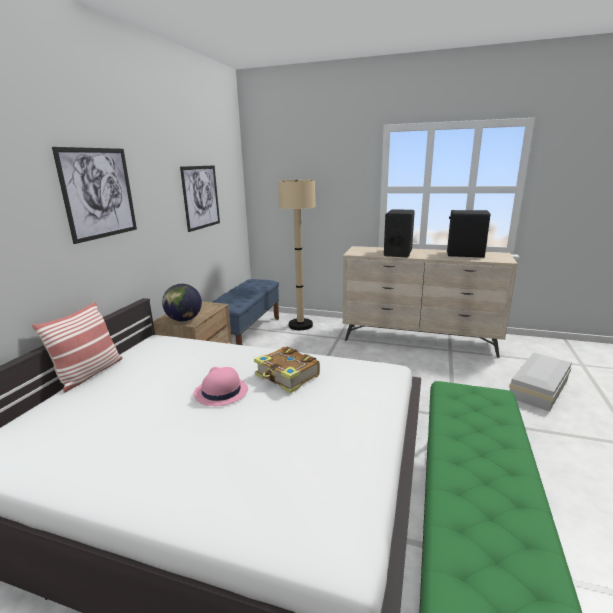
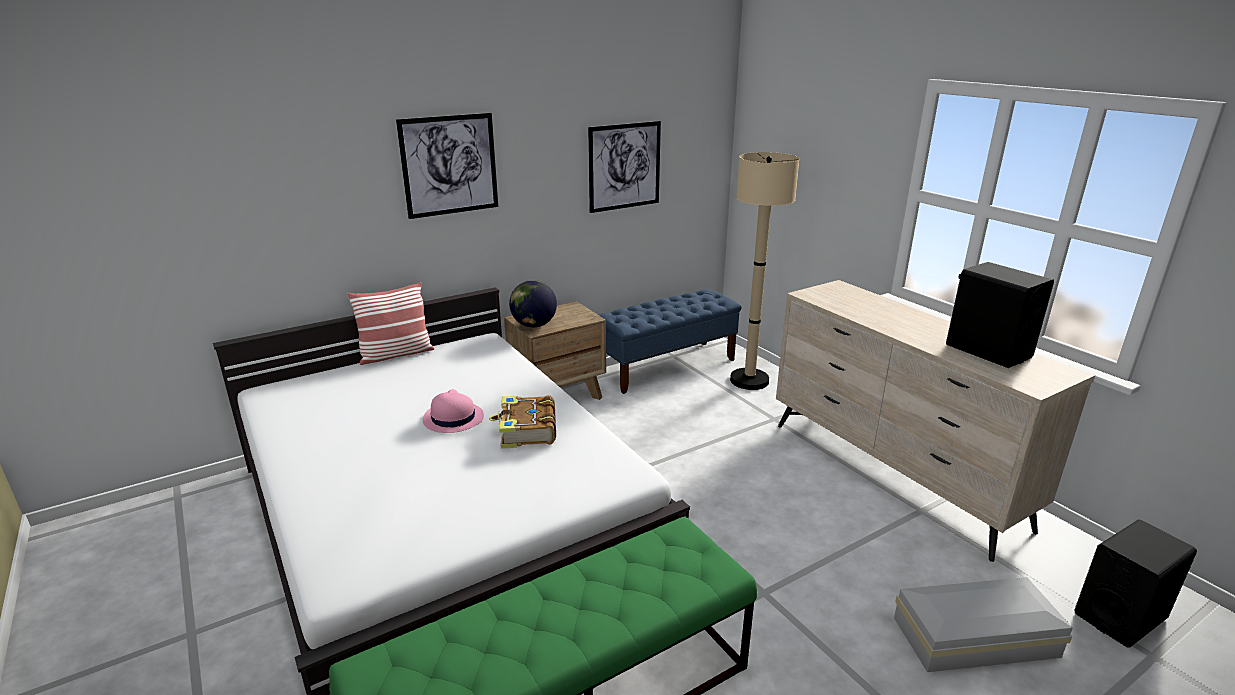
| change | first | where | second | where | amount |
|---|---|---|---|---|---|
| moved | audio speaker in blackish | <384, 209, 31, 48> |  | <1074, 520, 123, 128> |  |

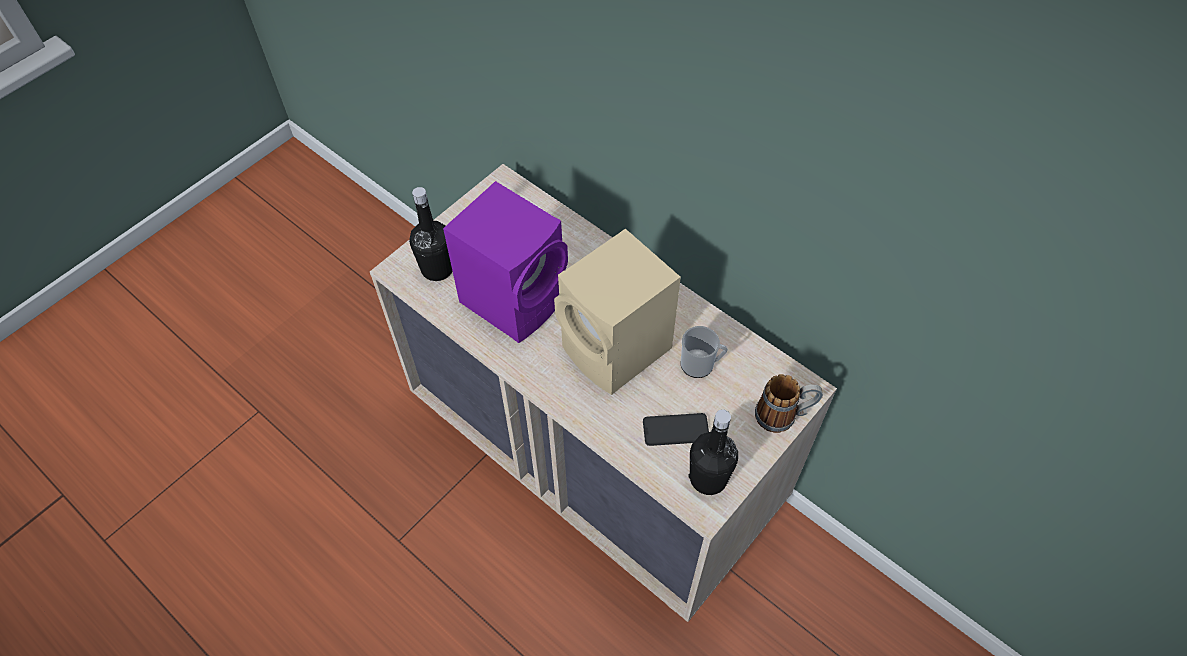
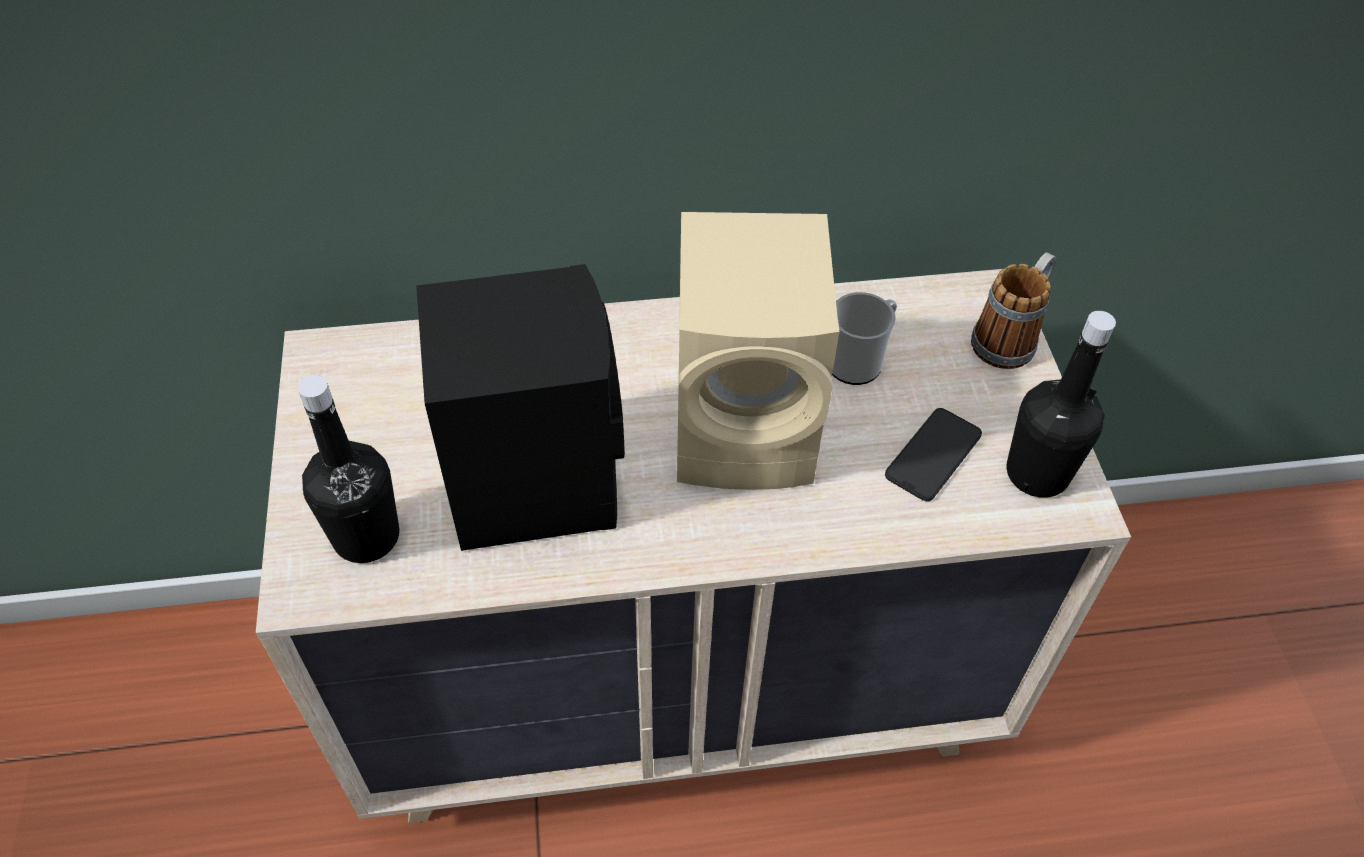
| change | first | where | second | where | amount |
|---|---|---|---|---|---|
| recoloured | audio speaker in purplish | <443, 181, 125, 162> | audio speaker in blackish | <416, 264, 209, 287> |  |

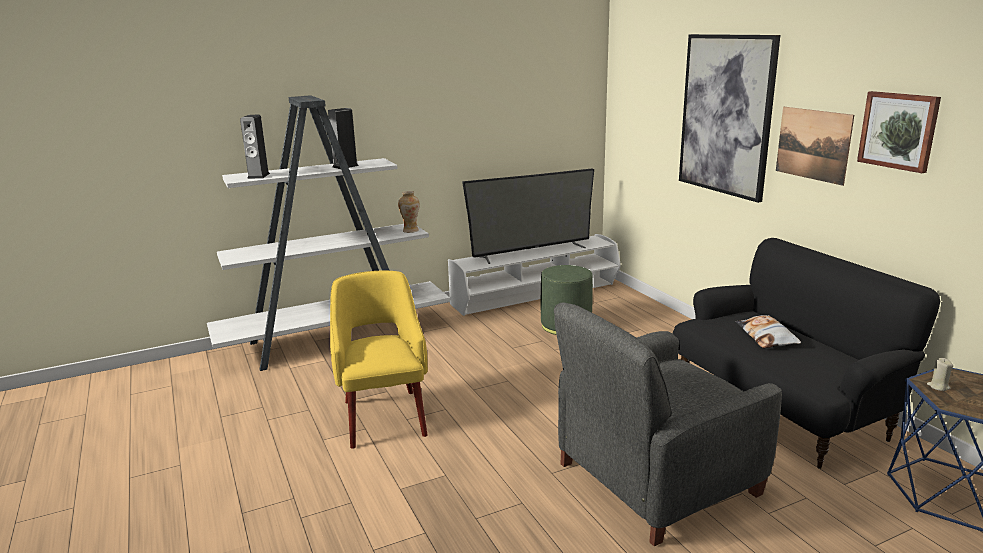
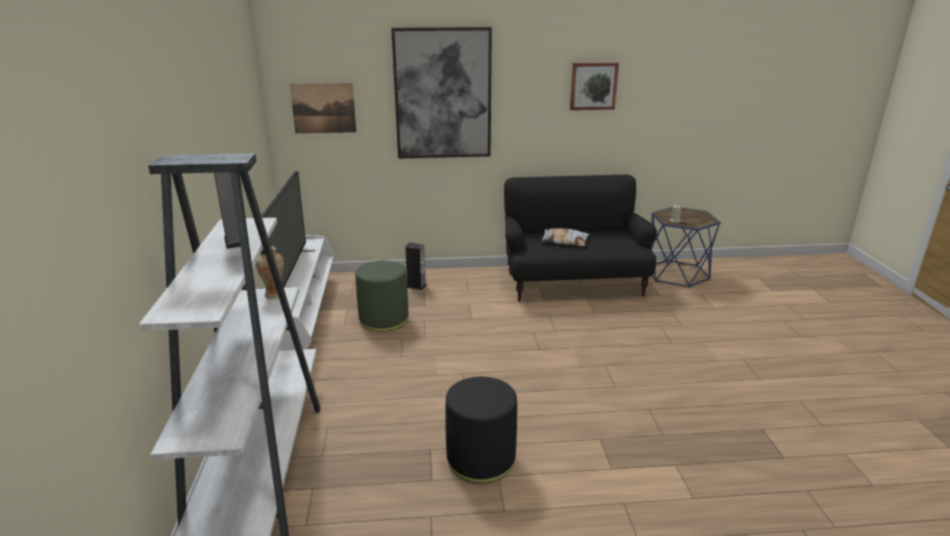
| change | first | where | second | where | amount |
|---|---|---|---|---|---|
| moved | wall art | <776, 107, 78, 79> |  | <290, 83, 66, 51> |  |
| moved | audio speaker | <240, 115, 30, 64> |  | <405, 242, 22, 48> |  |
| replaced | armchair in yellow | <330, 271, 98, 178> | footrest in blackish | <446, 377, 71, 106> |  |
| removed | armchair in greyish | <554, 303, 228, 243> |  |  |  |

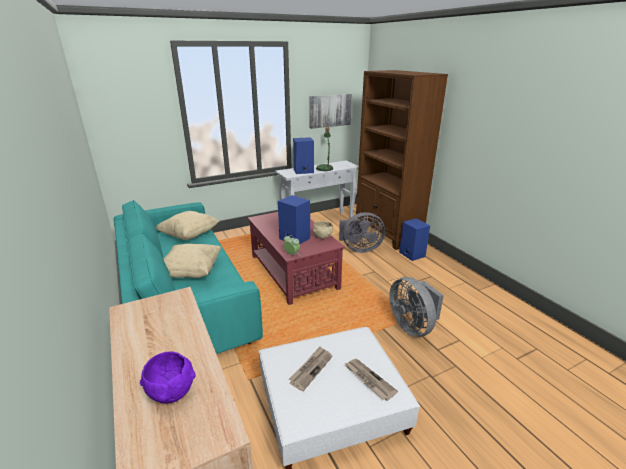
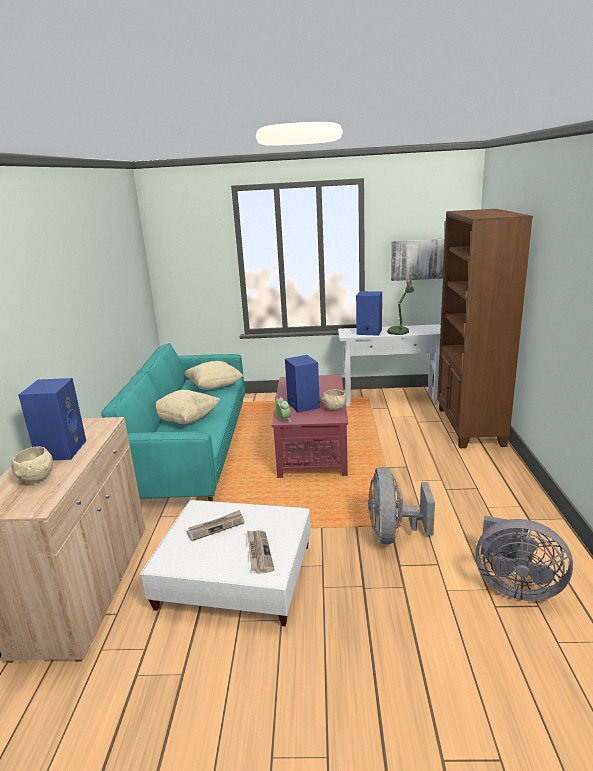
| change | first | where | second | where | amount |
|---|---|---|---|---|---|
| recoloured | serving bowl in purplish | <140, 351, 56, 53> | serving bowl in beige | <11, 446, 42, 37> |  |
| moved | audio speaker in bluish | <399, 219, 31, 42> |  | <18, 378, 68, 82> |  |
| moved | fan in greyish | <339, 212, 46, 41> |  | <476, 516, 97, 85> |  |

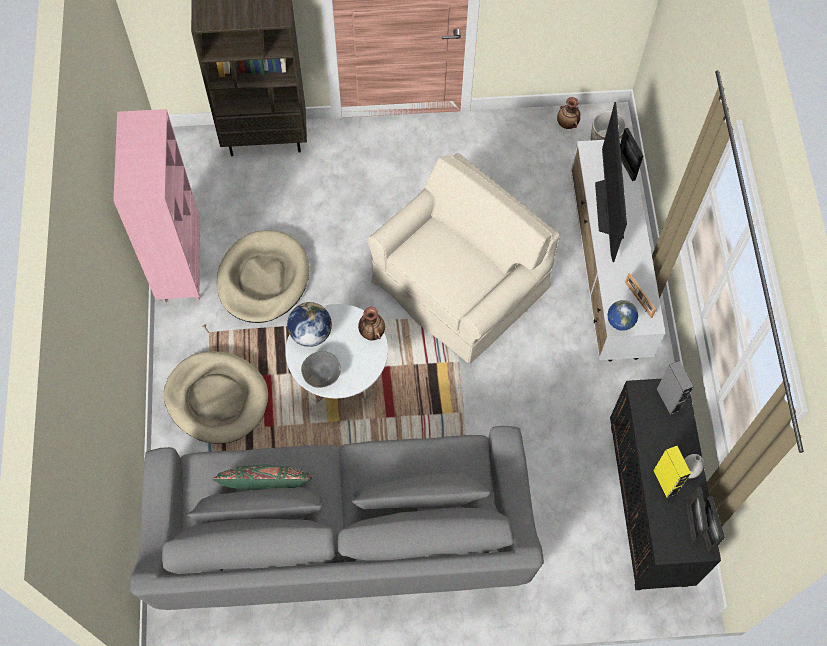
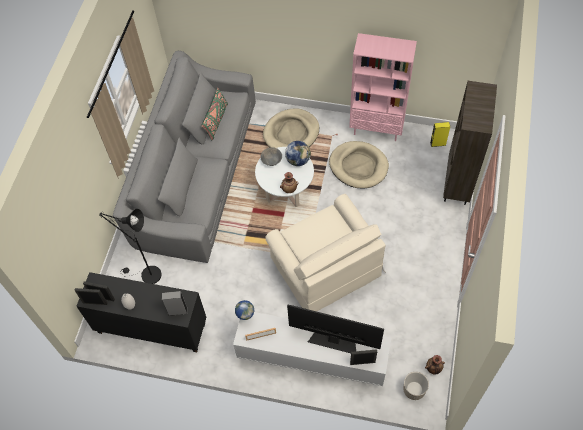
| change | first | where | second | where | amount |
|---|---|---|---|---|---|
| added |  |  | standing lamp in blackish | <99, 209, 63, 75> |  |
| moved | audio speaker in yellow | <653, 446, 38, 52> |  | <430, 122, 20, 25> |  |

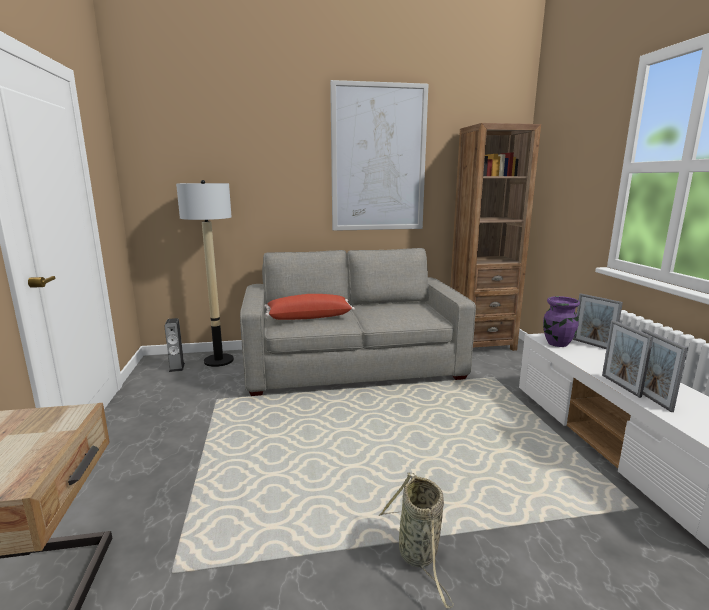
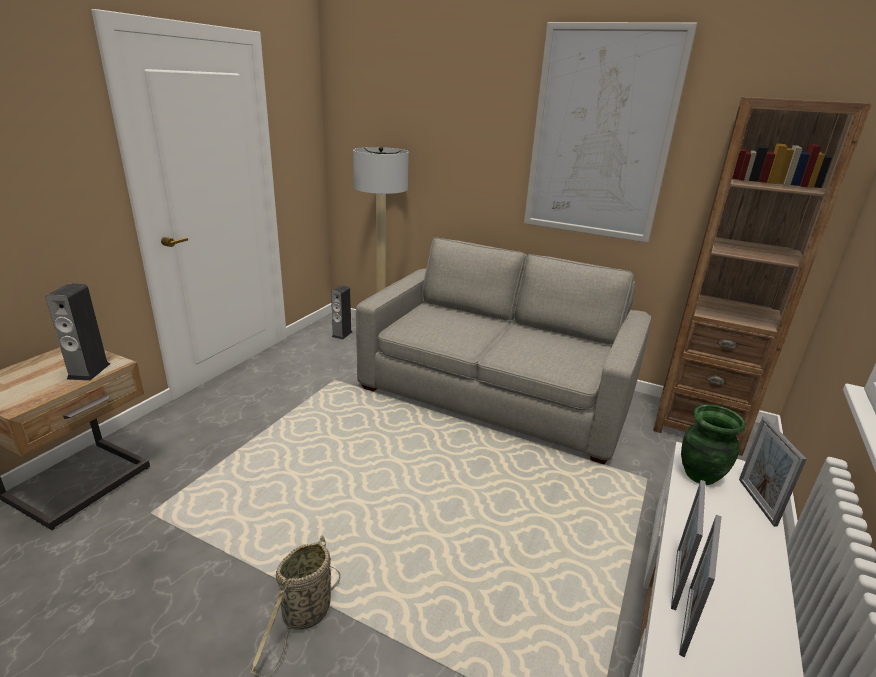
| change | first | where | second | where | amount |
|---|---|---|---|---|---|
| added |  |  | audio speaker | <46, 283, 64, 98> |  |
| recoloured | flower vase in purplish | <543, 296, 37, 51> | flower vase in greenish | <681, 404, 65, 81> |  |
| removed | throw pillow in red-coloured | <264, 294, 91, 26> |  |  |  |

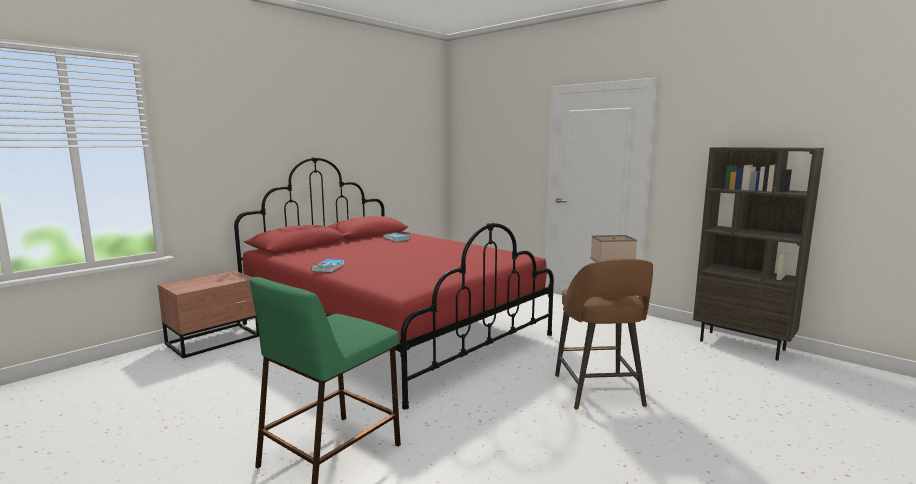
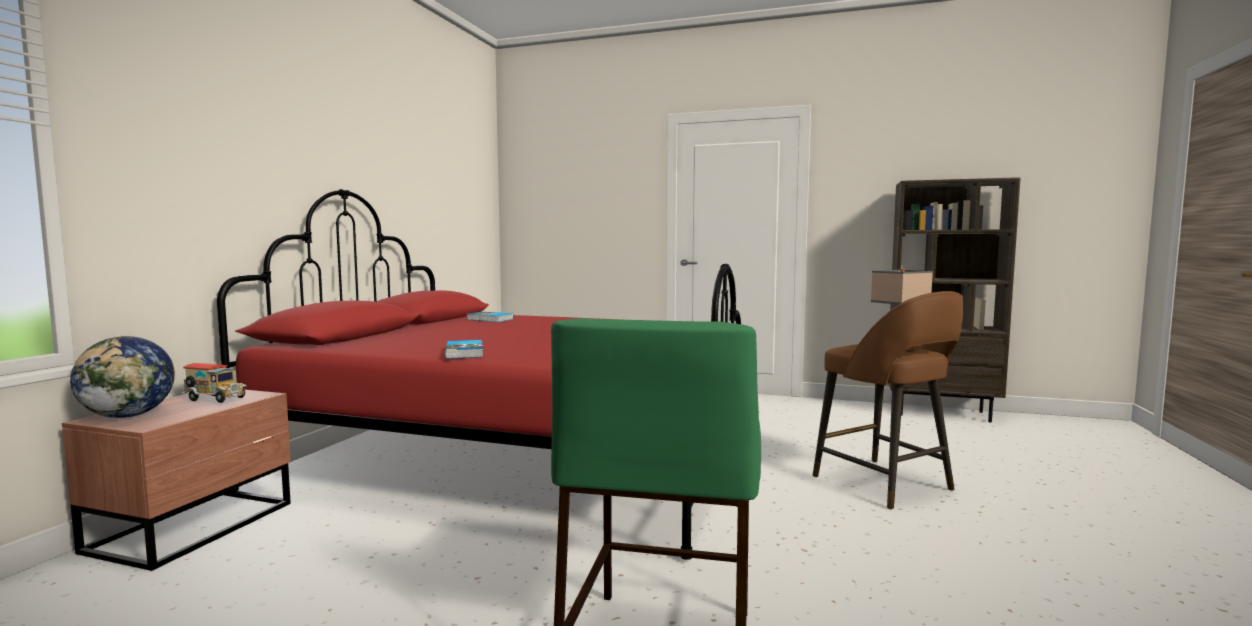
| change | first | where | second | where | amount |
|---|---|---|---|---|---|
| added |  |  | globe | <70, 336, 105, 82> |  |
| added |  |  | toy truck | <182, 363, 65, 40> |  |

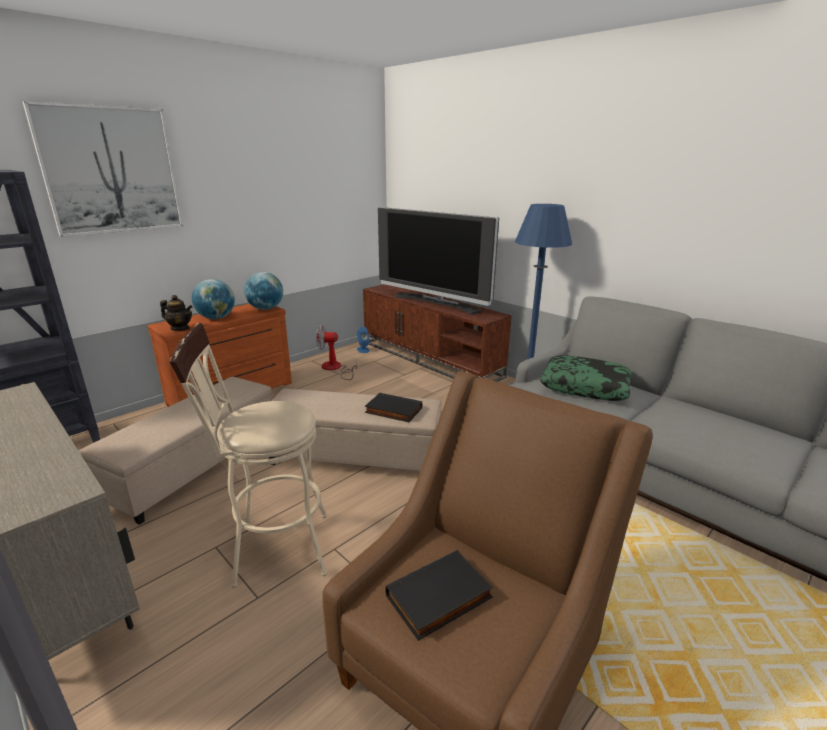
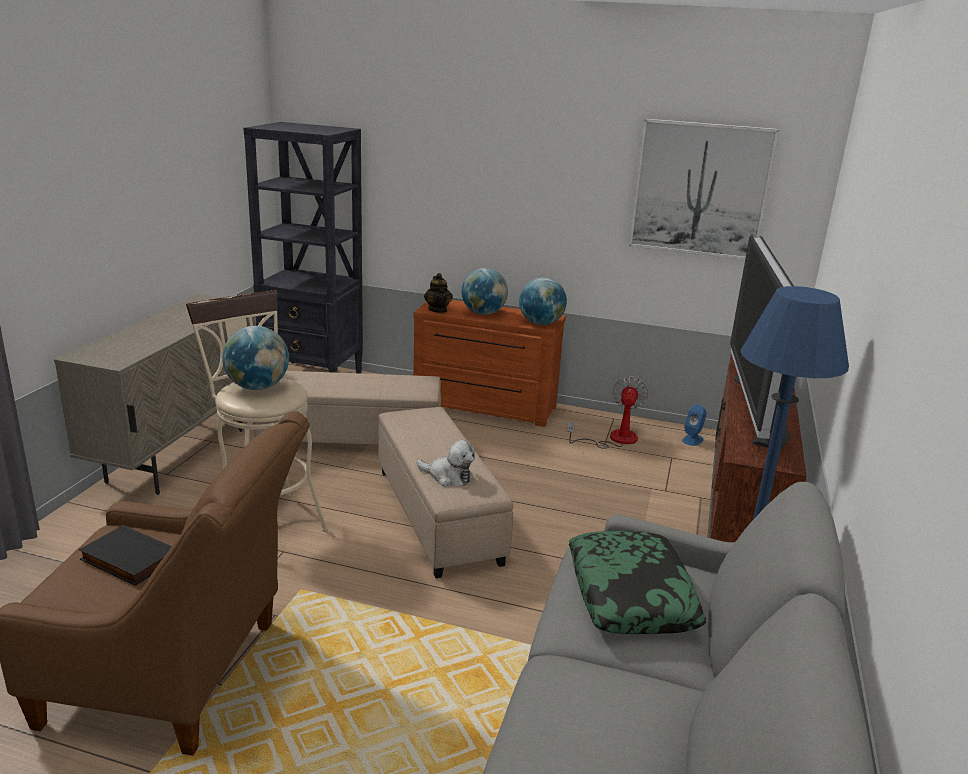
| change | first | where | second | where | amount |
|---|---|---|---|---|---|
| added |  |  | globe | <222, 326, 67, 64> |  |
| replaced | book in blackish | <365, 393, 57, 29> | soft toy | <417, 440, 58, 47> |  |
| turned | fan | <316, 325, 41, 55> |  | <566, 376, 82, 73> | 45 degrees clockwise |
| moved | wall art | <22, 101, 161, 136> |  | <629, 119, 150, 141> |  |

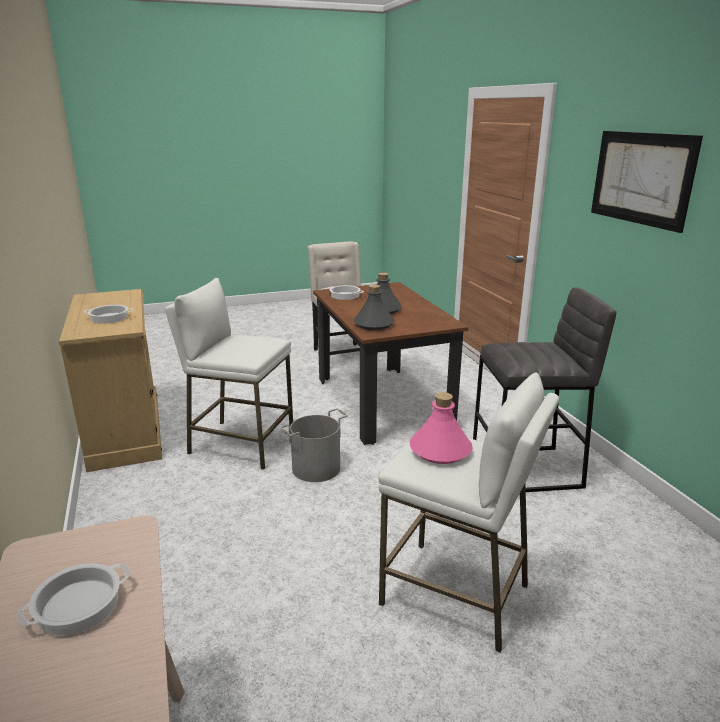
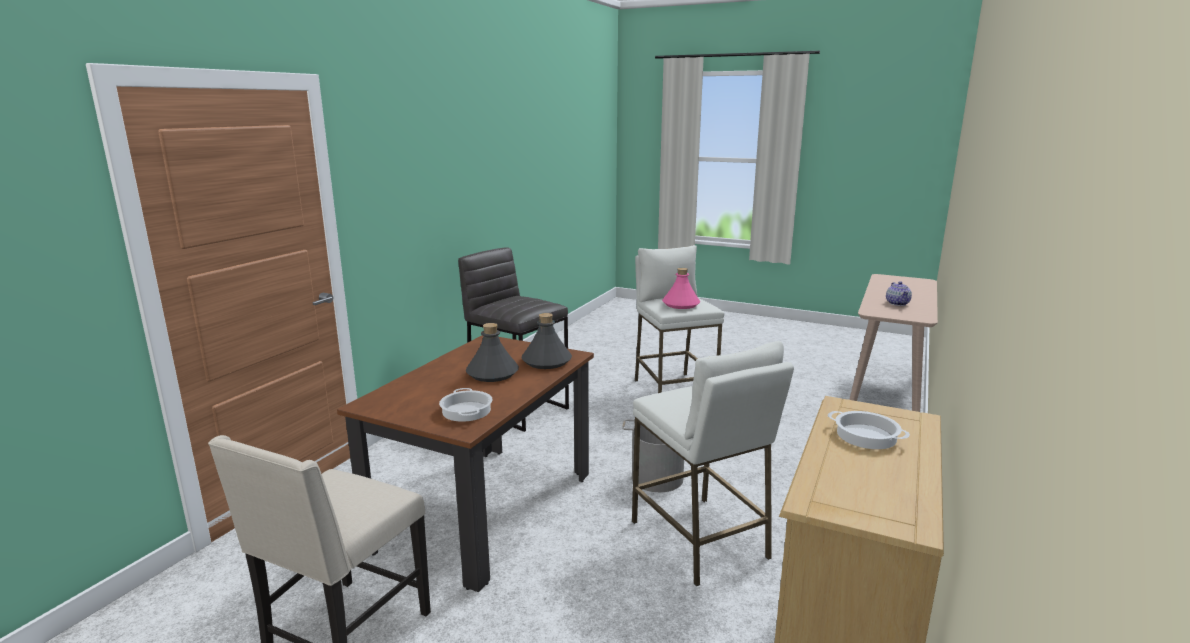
| change | first | where | second | where | amount |
|---|---|---|---|---|---|
| replaced | cooking pot | <17, 563, 114, 73> | teapot | <886, 281, 26, 25> |  |
| removed | wall art | <591, 131, 112, 102> |  |  |  |

